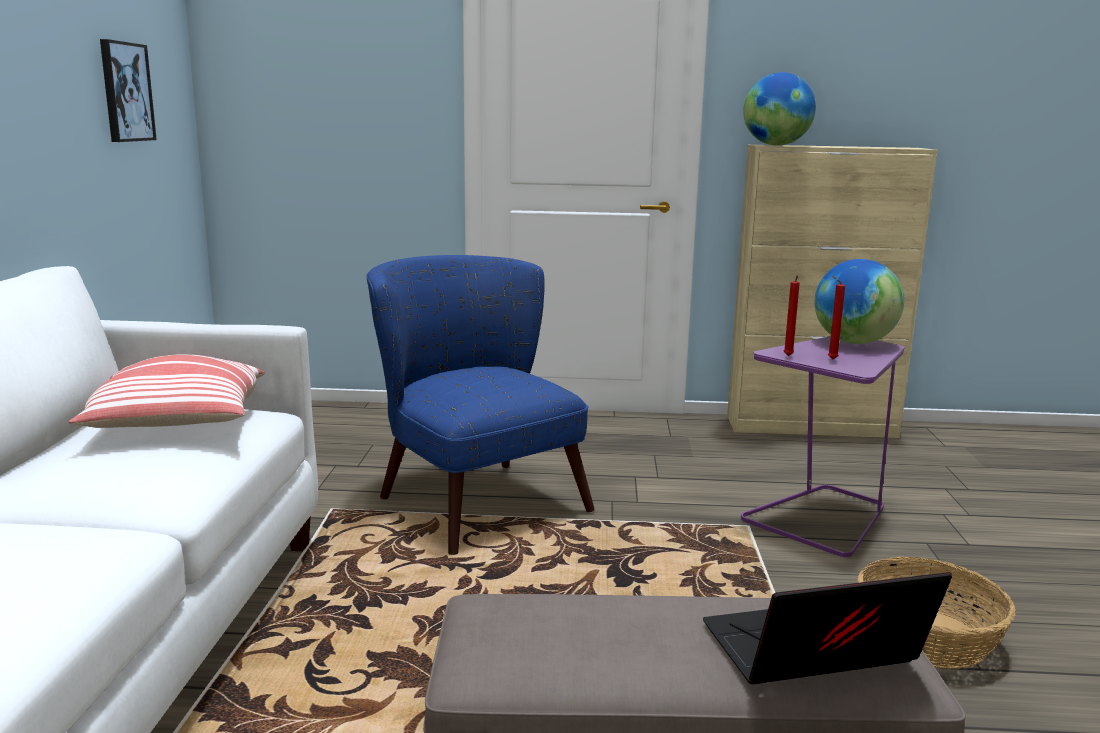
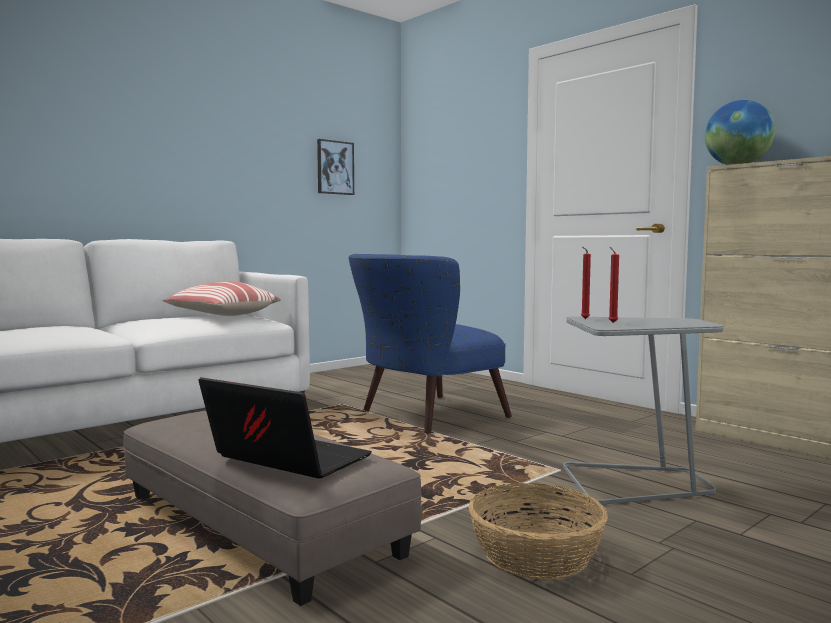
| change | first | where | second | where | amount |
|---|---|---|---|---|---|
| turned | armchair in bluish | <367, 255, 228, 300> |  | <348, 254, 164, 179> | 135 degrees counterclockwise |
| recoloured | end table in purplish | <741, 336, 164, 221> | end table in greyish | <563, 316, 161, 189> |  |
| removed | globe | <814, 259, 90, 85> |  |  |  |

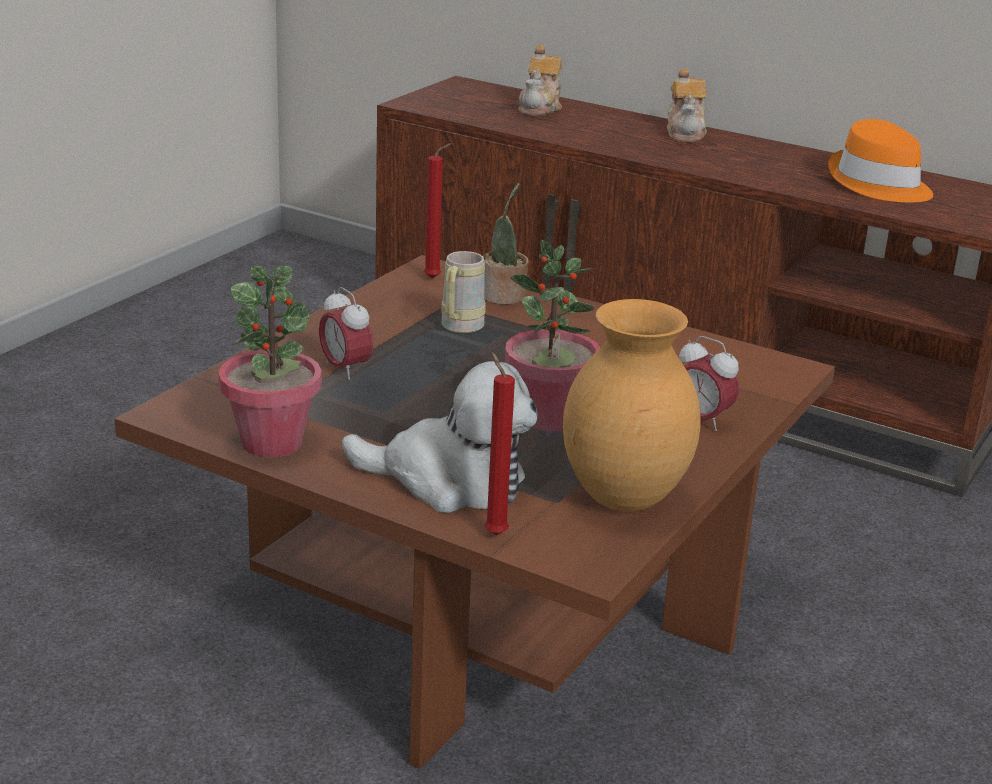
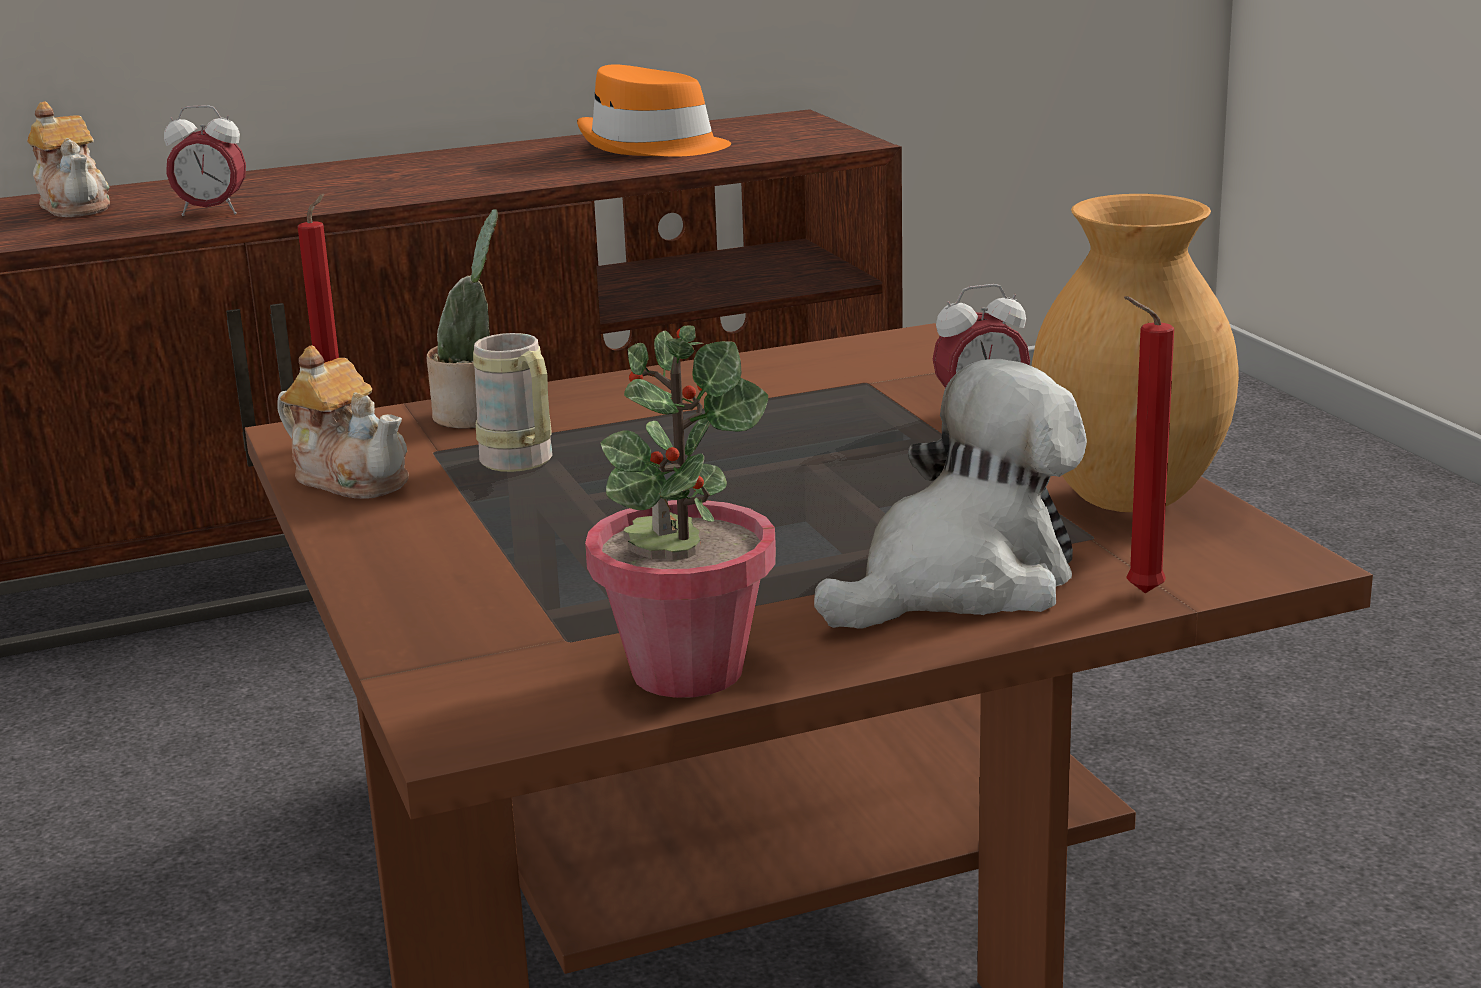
| change | first | where | second | where | amount |
|---|---|---|---|---|---|
| moved | alarm clock | <319, 287, 54, 93> |  | <164, 105, 82, 111> |  |
| moved | teapot | <667, 68, 40, 74> |  | <277, 345, 132, 154> |  |
| removed | plant in a pot | <505, 240, 95, 191> |  |  |  |

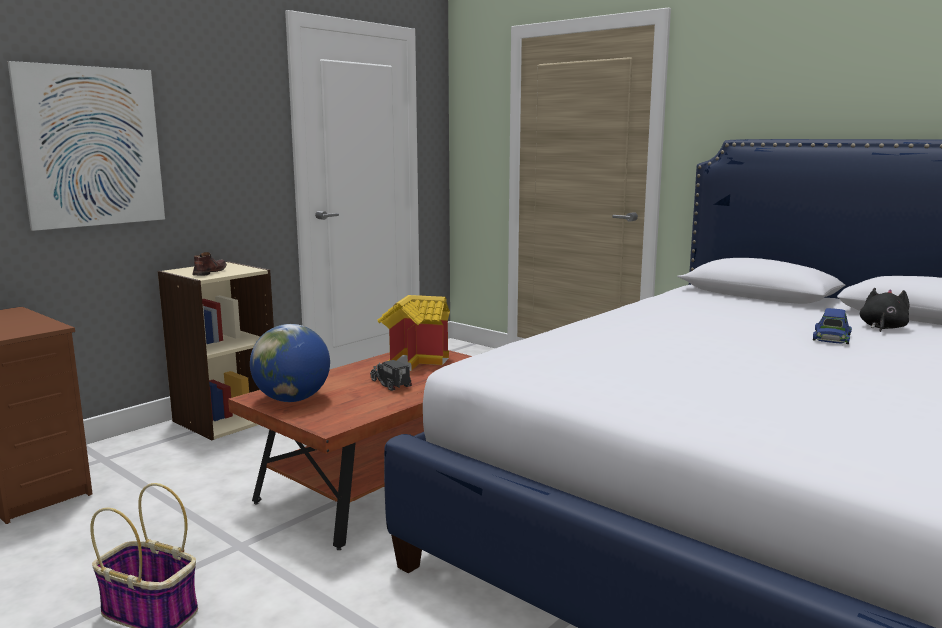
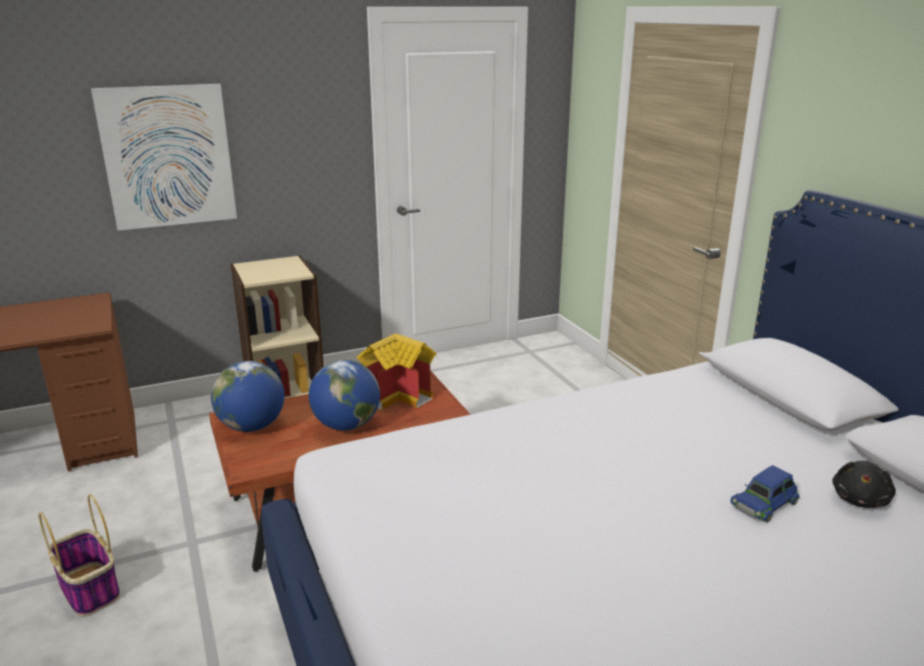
| change | first | where | second | where | amount |
|---|---|---|---|---|---|
| replaced | toy truck | <370, 360, 42, 31> | globe | <309, 360, 71, 71> |  |
| turned | soft toy in blackish | <860, 288, 49, 44> |  | <832, 461, 64, 47> | 150 degrees clockwise |
| removed | shoe in brownish | <193, 252, 34, 24> |  |  |  |

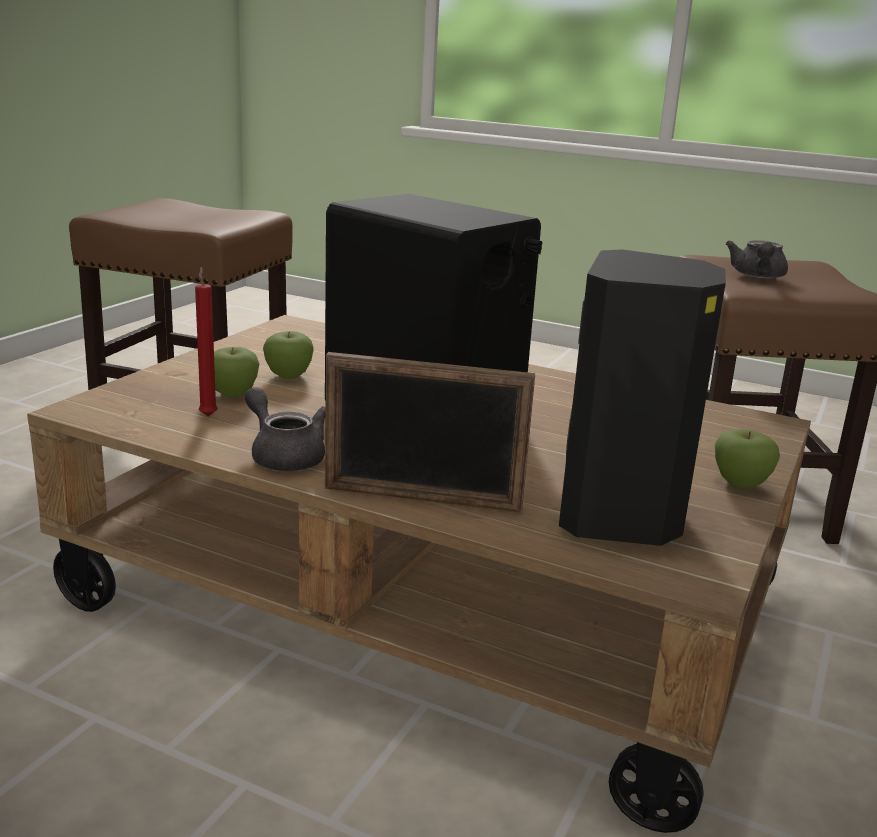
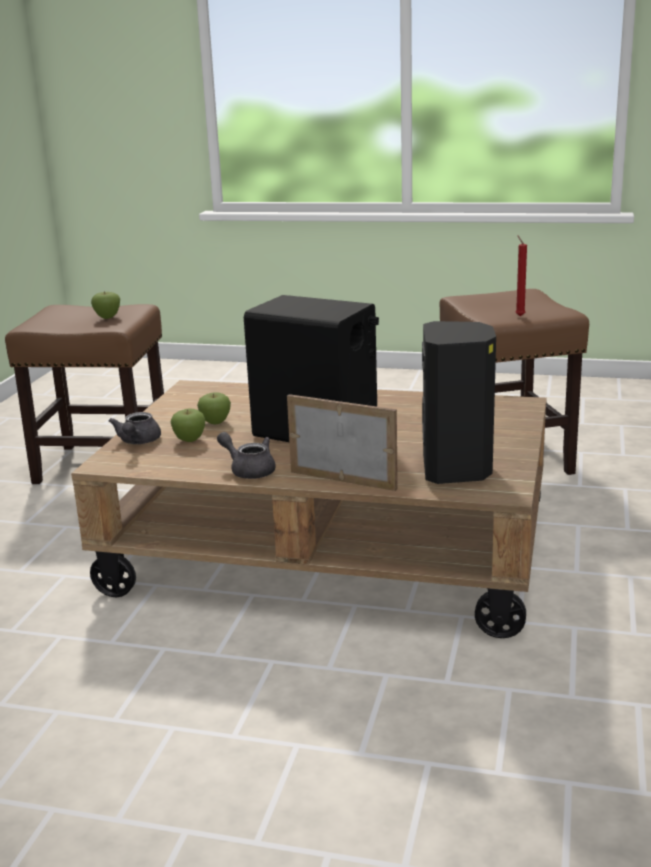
| change | first | where | second | where | amount |
|---|---|---|---|---|---|
| moved | apple | <715, 429, 65, 60> |  | <91, 291, 29, 28> |  |
| moved | teapot in greyish | <726, 240, 62, 38> |  | <109, 412, 52, 32> |  |
| turned | photo frame | <325, 352, 210, 161> |  | <287, 394, 111, 97> | 150 degrees counterclockwise |
| moved | wax light in red-coloured | <195, 267, 23, 149> |  | <516, 235, 11, 81> |  |

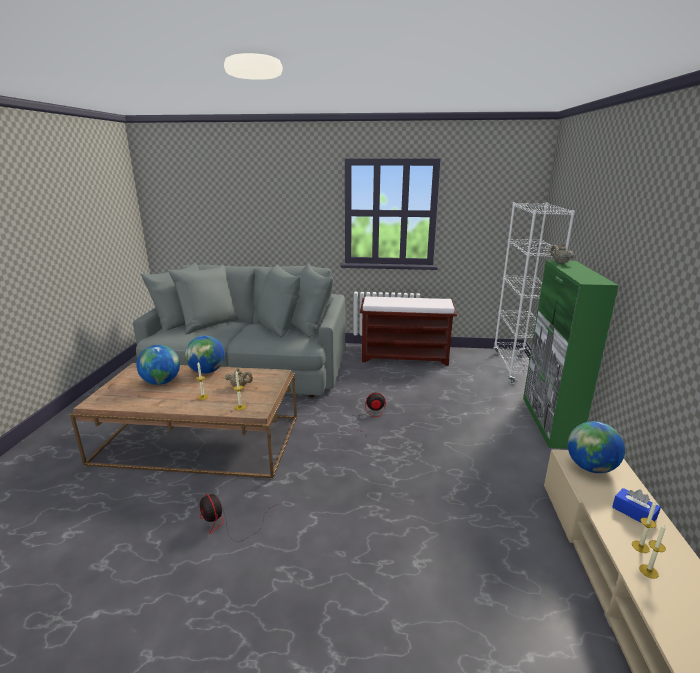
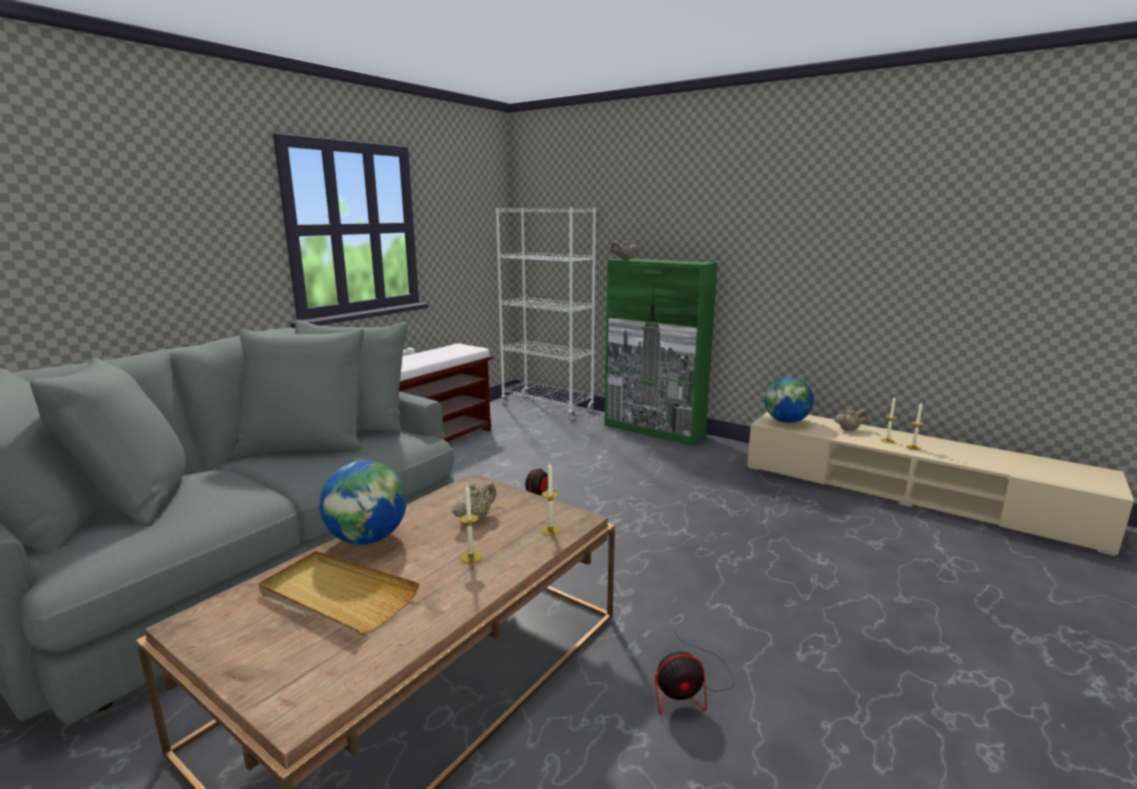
| change | first | where | second | where | amount |
|---|---|---|---|---|---|
| replaced | globe | <136, 345, 44, 40> | carrying tray in beige | <258, 551, 162, 83> |  |
| replaced | box of tissues in bluish | <612, 488, 49, 35> | teapot in beige | <835, 407, 33, 24> |  |

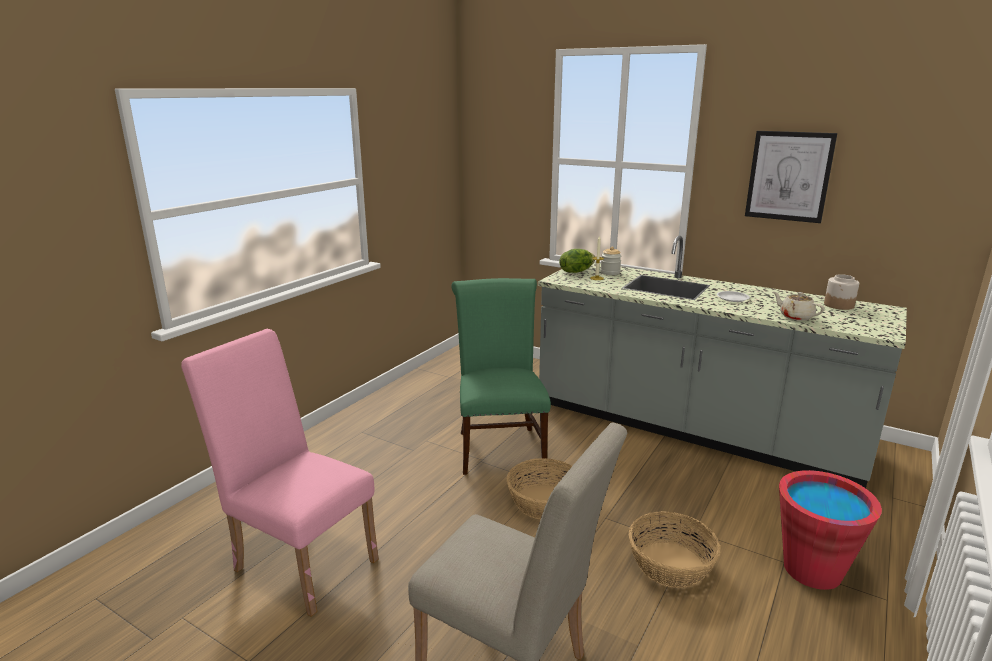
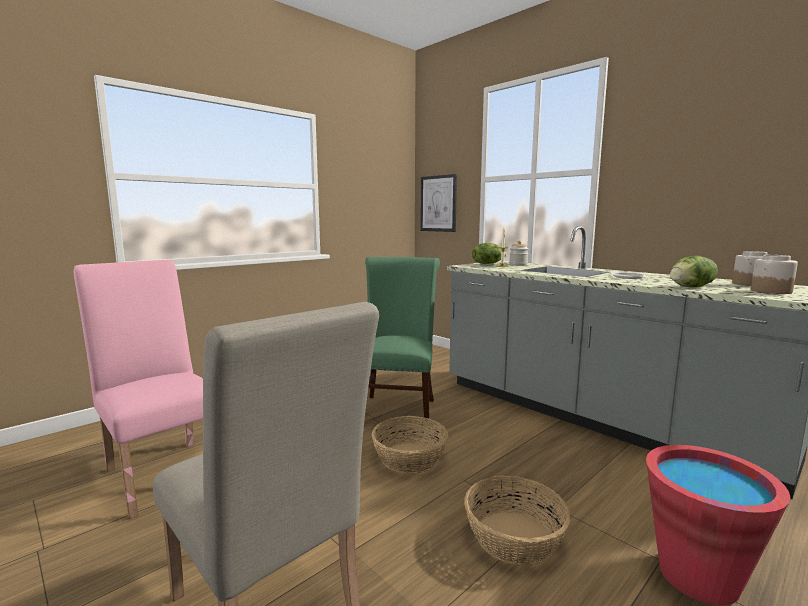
| change | first | where | second | where | amount |
|---|---|---|---|---|---|
| moved | wall art | <745, 131, 92, 92> |  | <420, 174, 37, 58> |  |
| replaced | teapot in beige | <772, 291, 53, 30> | head of lettuce | <670, 256, 48, 31> |  |
| added |  |  | storage jar | <751, 255, 47, 39> |  |

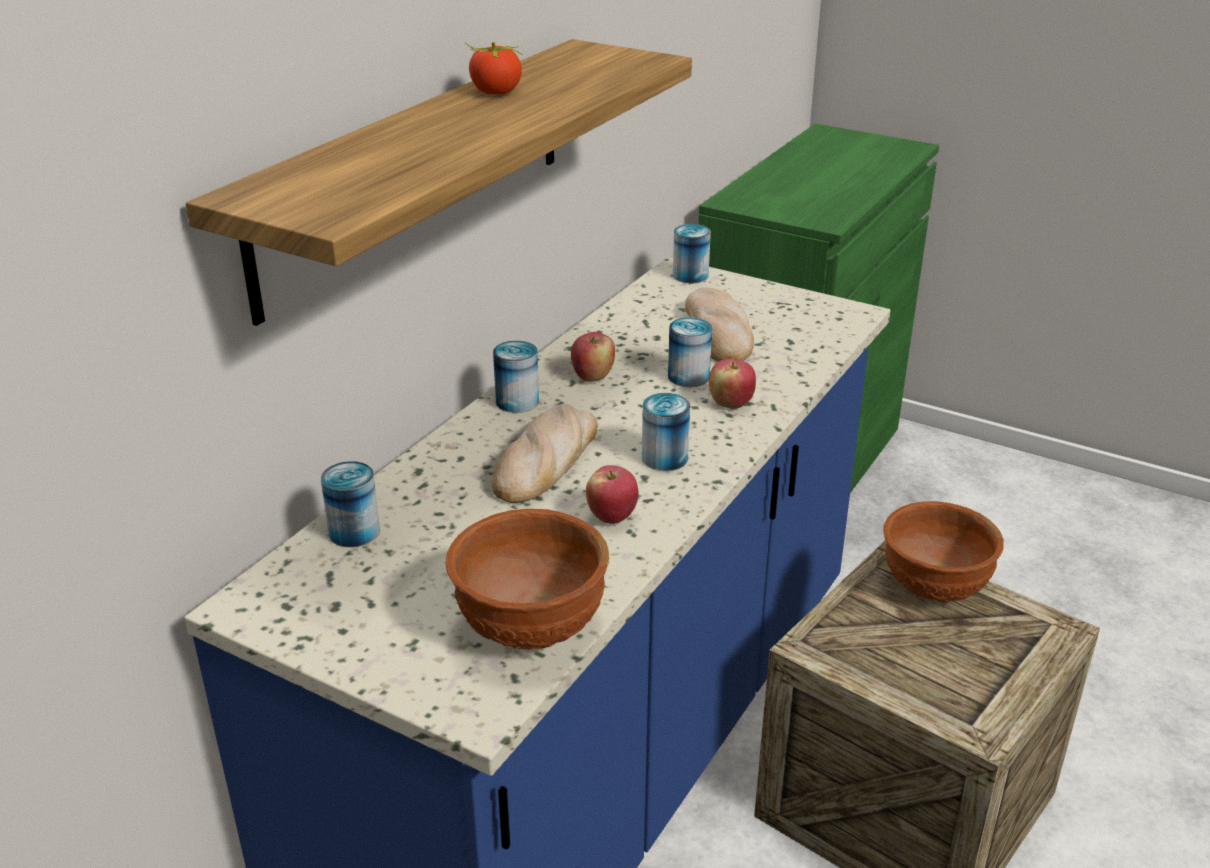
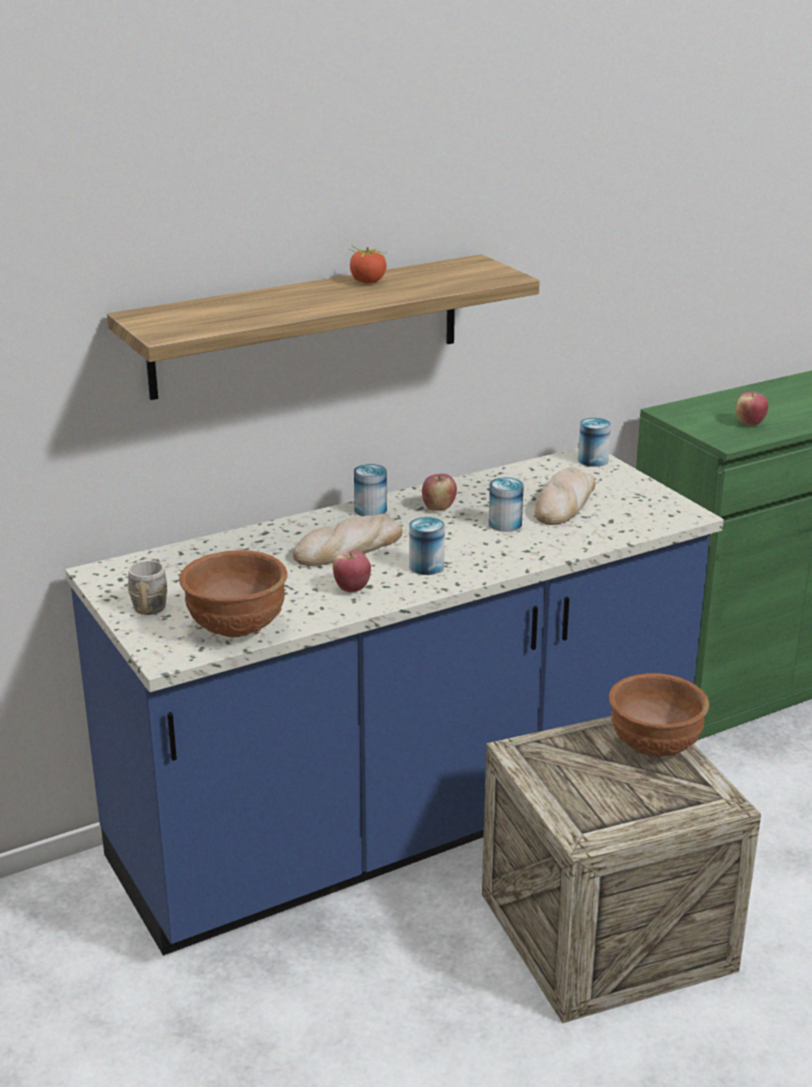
| change | first | where | second | where | amount |
|---|---|---|---|---|---|
| added |  |  | tea mug in greyish | <127, 559, 40, 56> |  |
| moved | apple | <709, 359, 47, 50> |  | <736, 392, 32, 34> |  |
| removed | metal can | <321, 461, 59, 86> |  |  |  |

